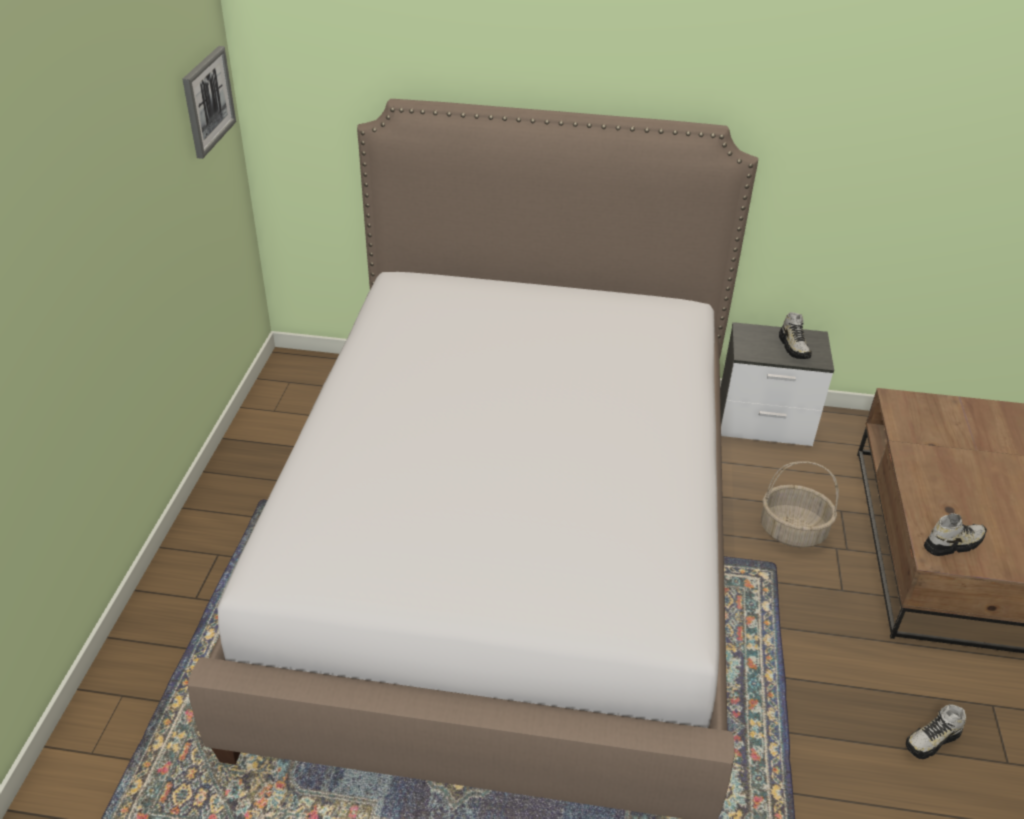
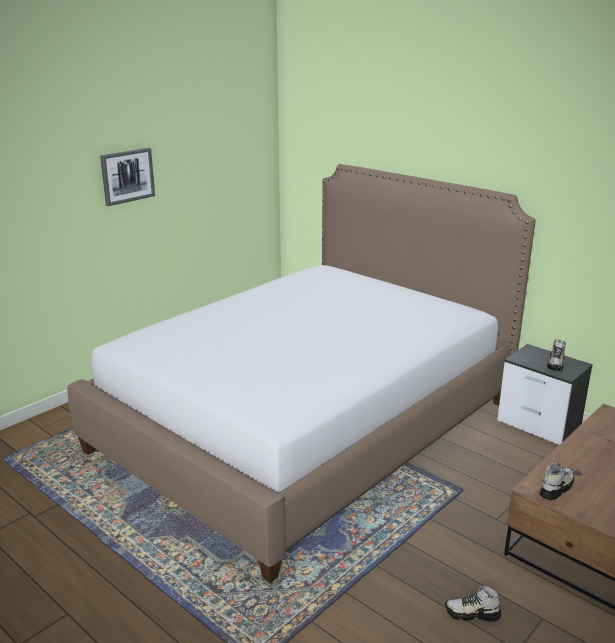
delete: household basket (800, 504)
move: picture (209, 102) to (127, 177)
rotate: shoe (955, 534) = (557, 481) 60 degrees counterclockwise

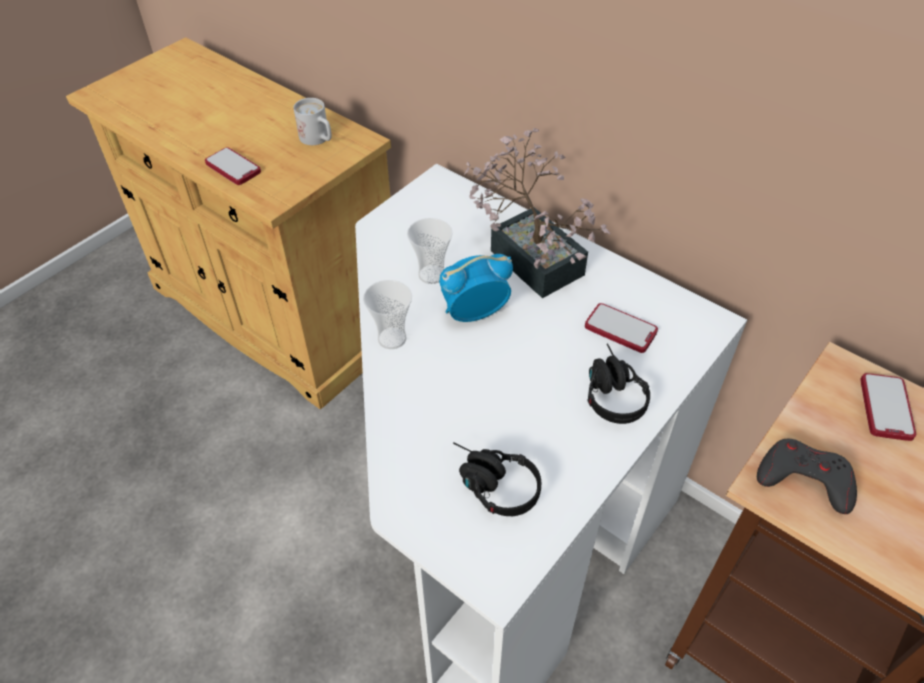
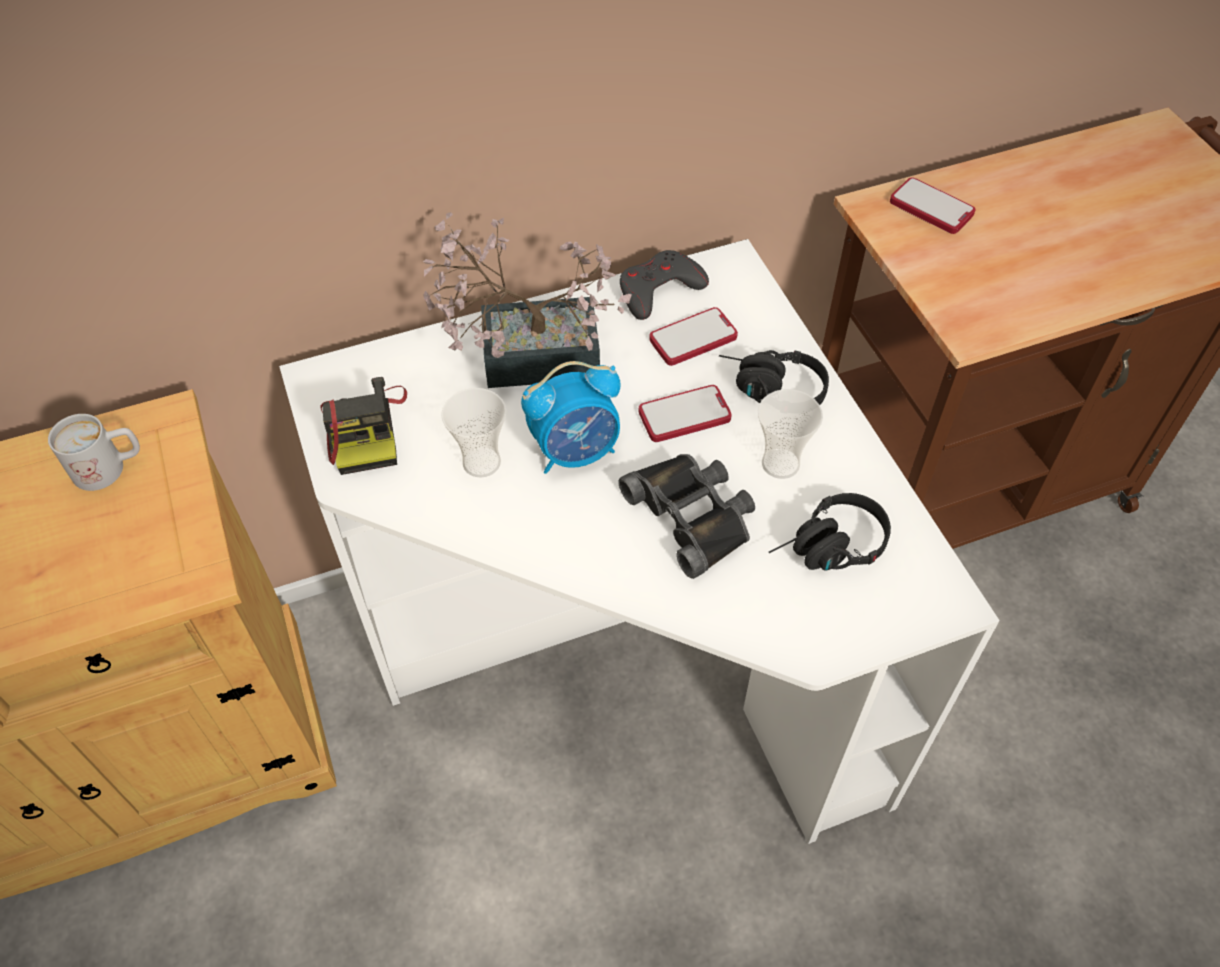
insert: photo camera (364, 426); binoculars (black-coloured) (686, 516)
move: phone (233, 166) to (685, 413); drinking cup (387, 314) to (790, 434); joypad (greyish) (807, 476) to (664, 285)
rotate: bedside clock (476, 288) = (571, 417) 120 degrees counterclockwise

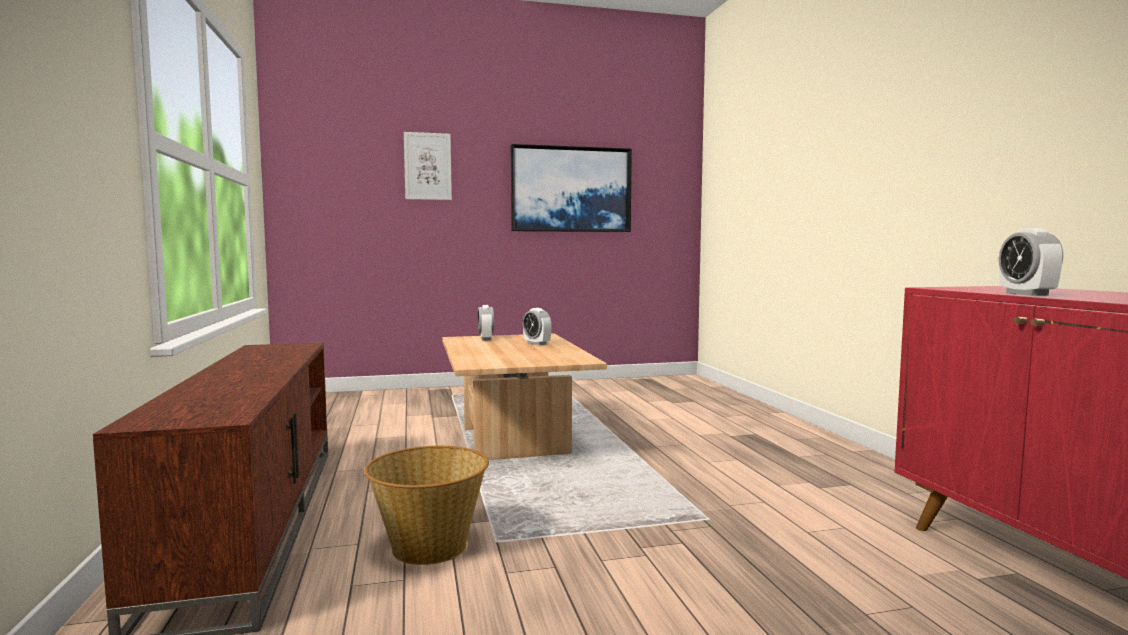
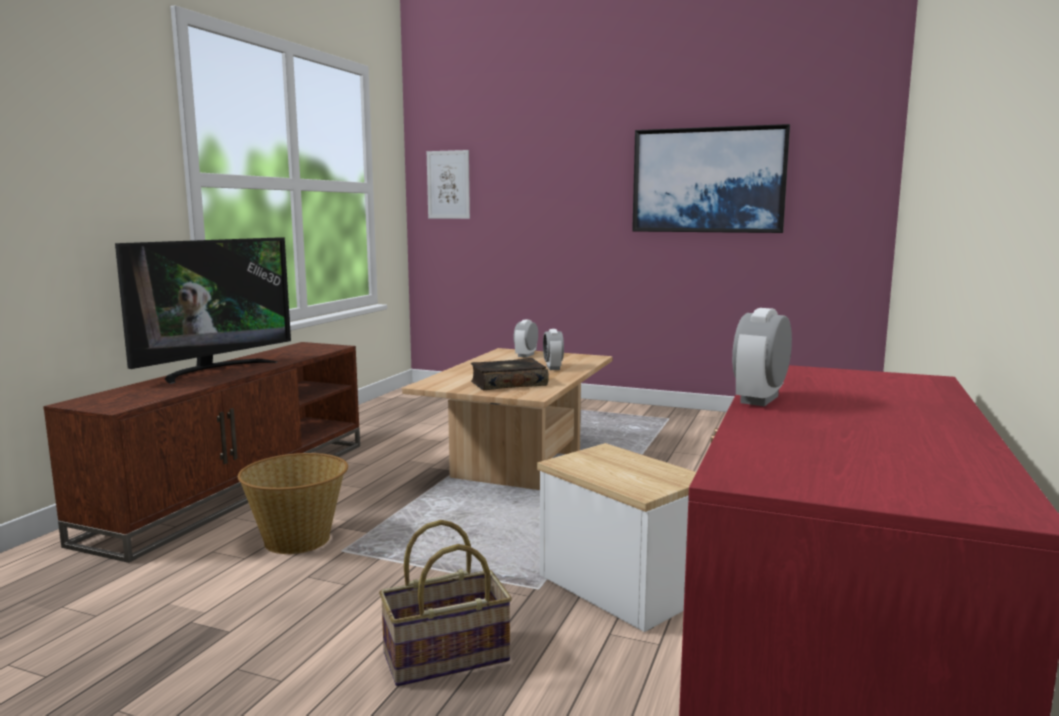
insert: TV set (203, 310); book (510, 374); accent table (616, 537); household basket (445, 603)
move: picture (428, 166) to (448, 184)

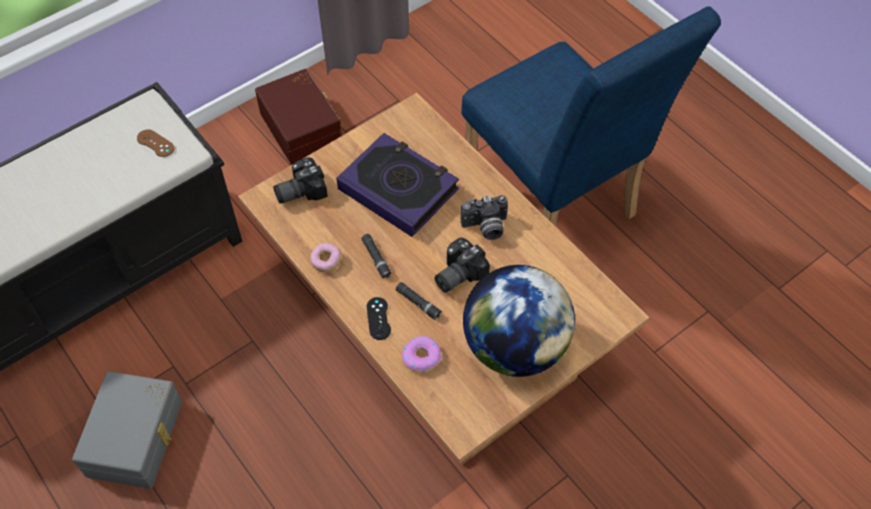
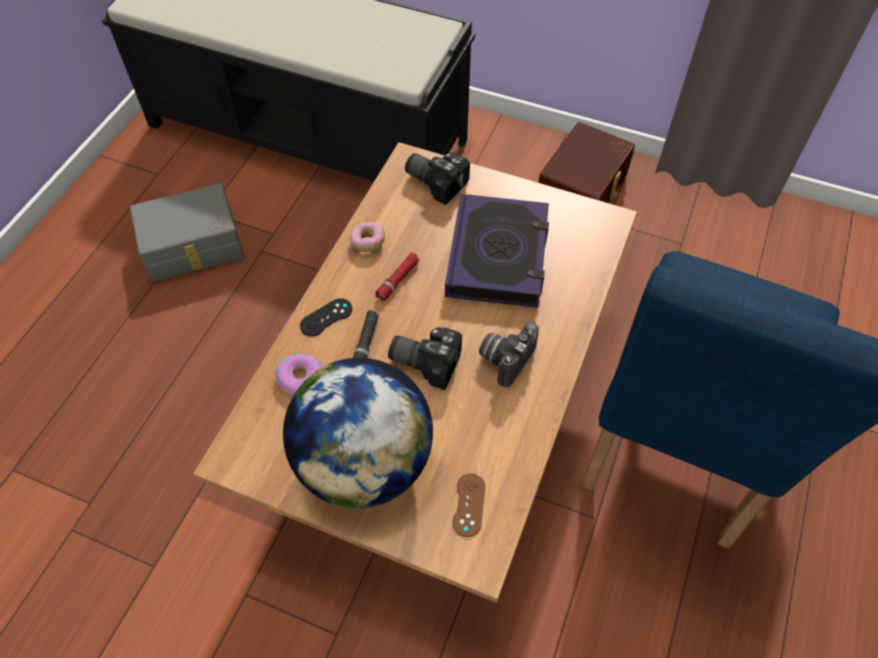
move: joypad (brownish) (155, 143) to (468, 505)
recolor: flashlight (black-coloured) (376, 256) to flashlight (red-coloured) (397, 277)
rotate: photo camera (484, 217) = (509, 354) 75 degrees clockwise

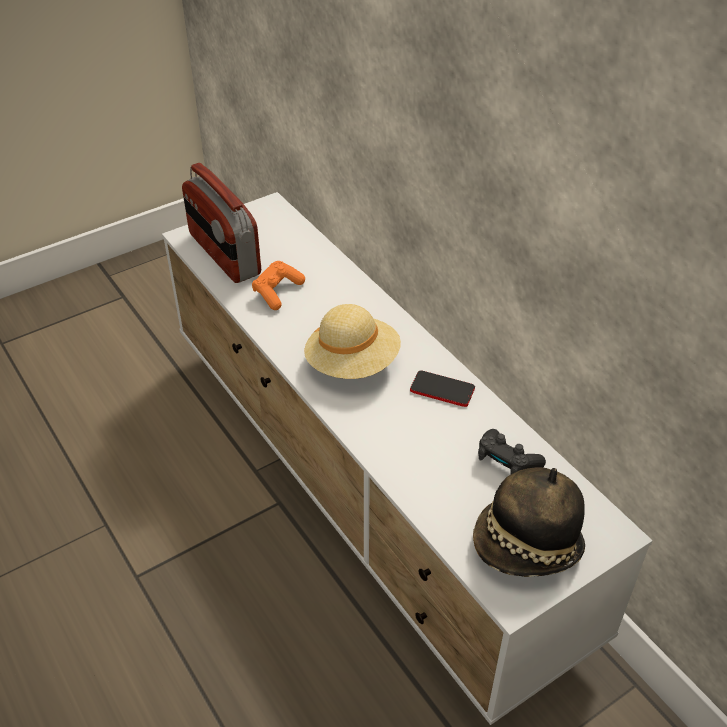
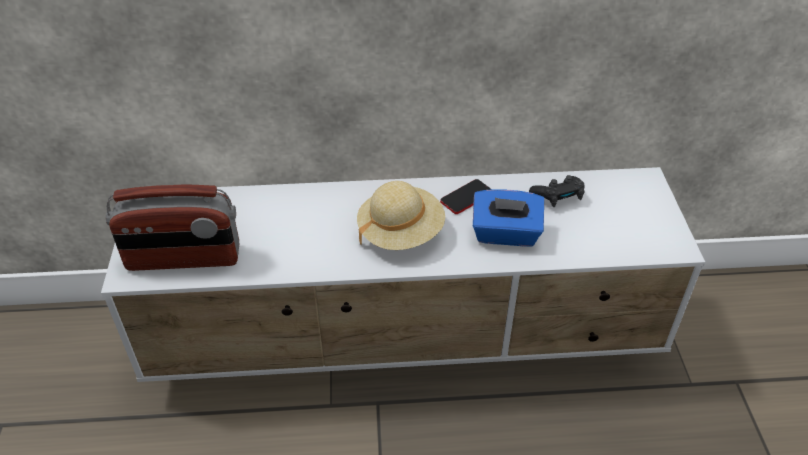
delete: joypad (orange-coloured) (278, 285); clothing hat (529, 522)
insert: tissue holder (bluish) (508, 217)

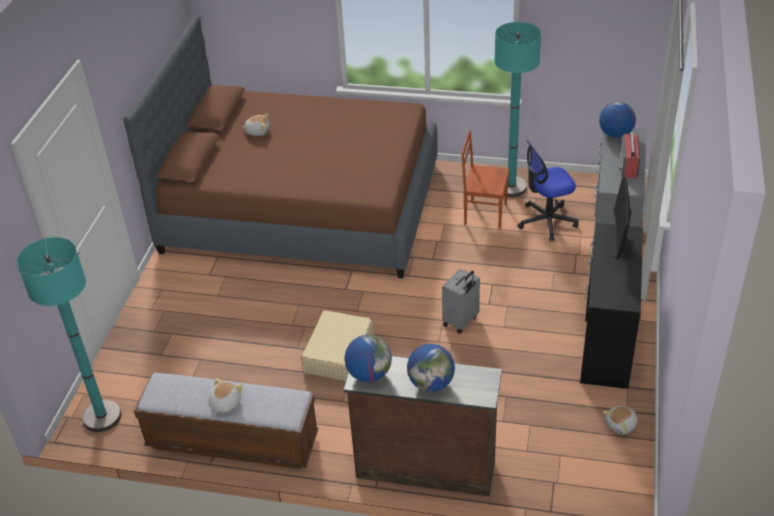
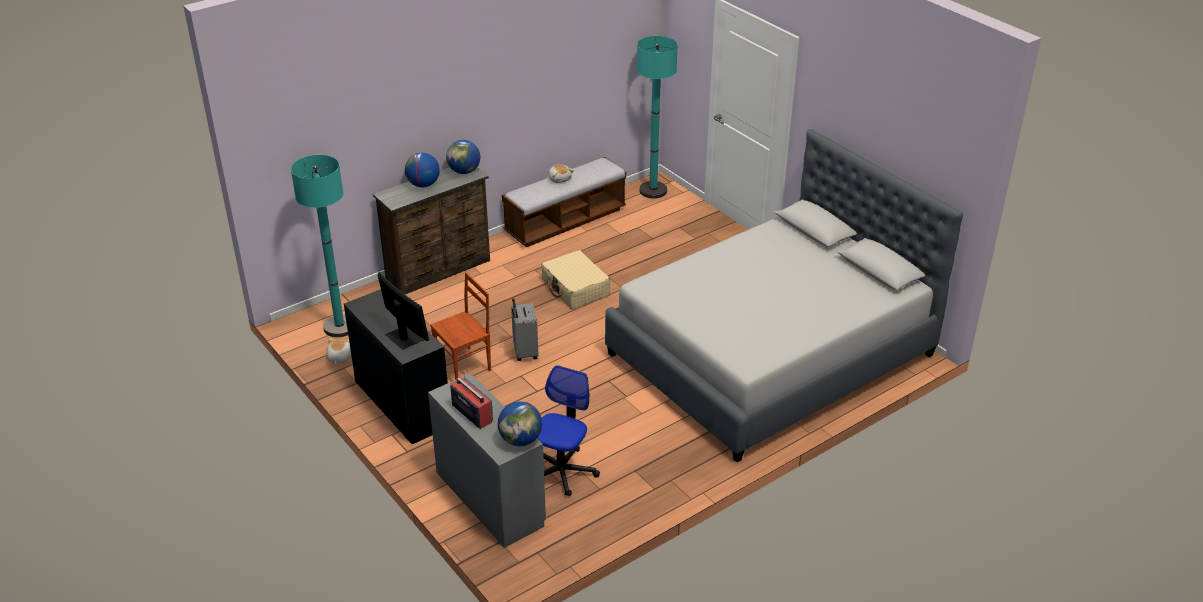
delete: soft toy (256, 124)
move: standard lamp (blue-green) (517, 109) to (319, 246); upright chair (brownish) (485, 179) to (460, 326)
recolor: bed (brownish) (280, 146) to bed (greyish) (784, 295)

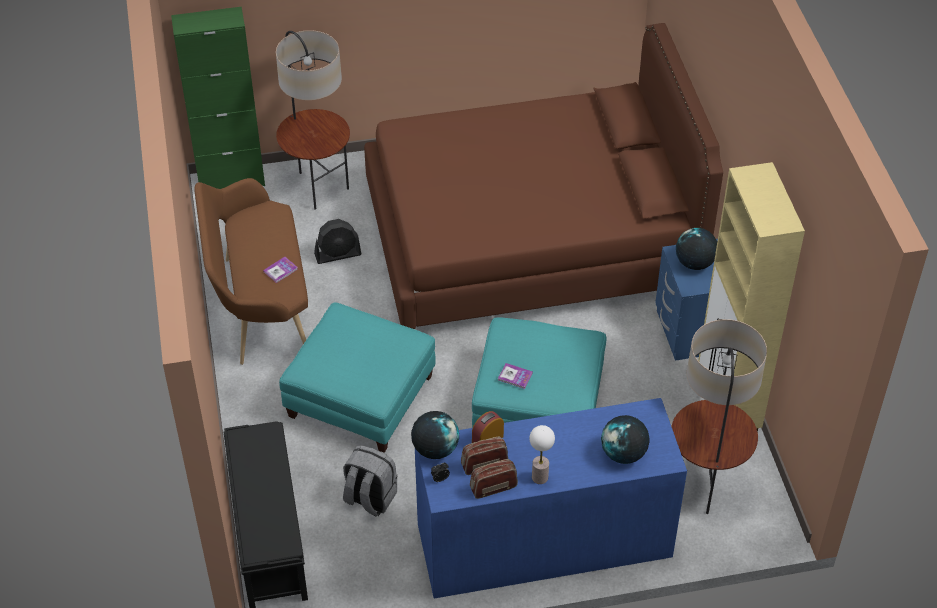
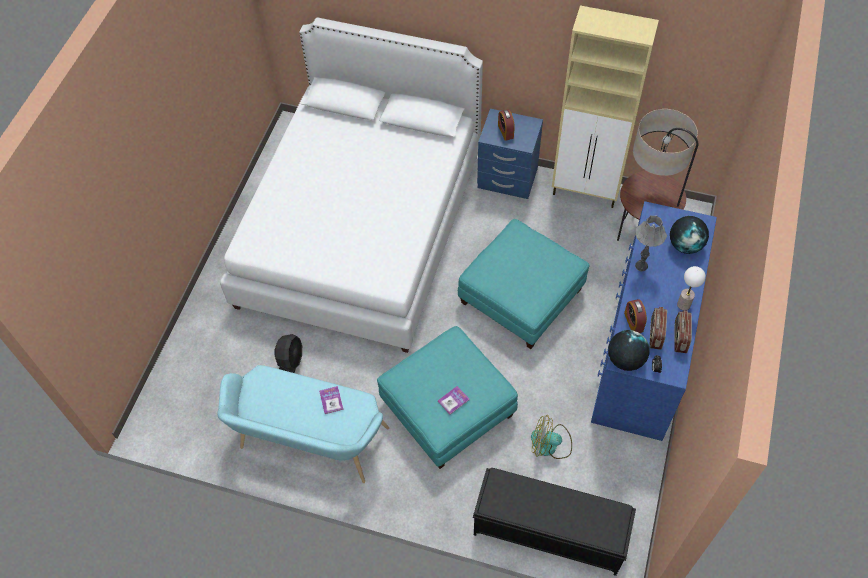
delete: cabinet (greenish) (218, 98); standard lamp (313, 120)
insert: lamp for a table (greyish) (651, 243)
move: book (515, 376) to (453, 400)
replace: world globe (696, 249) to bedside clock (506, 125); knapsack (greyish) (370, 480) to electric fan (551, 437)
recolor: bed (brownish) (543, 176) to bed (white) (351, 185); indoor bench (brownish) (251, 271) to indoor bench (blue-green) (303, 424)

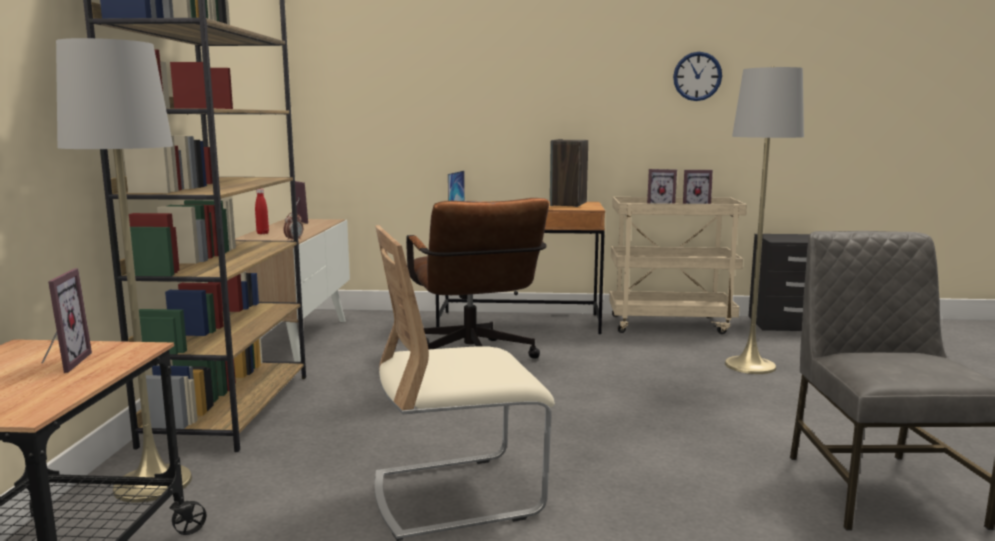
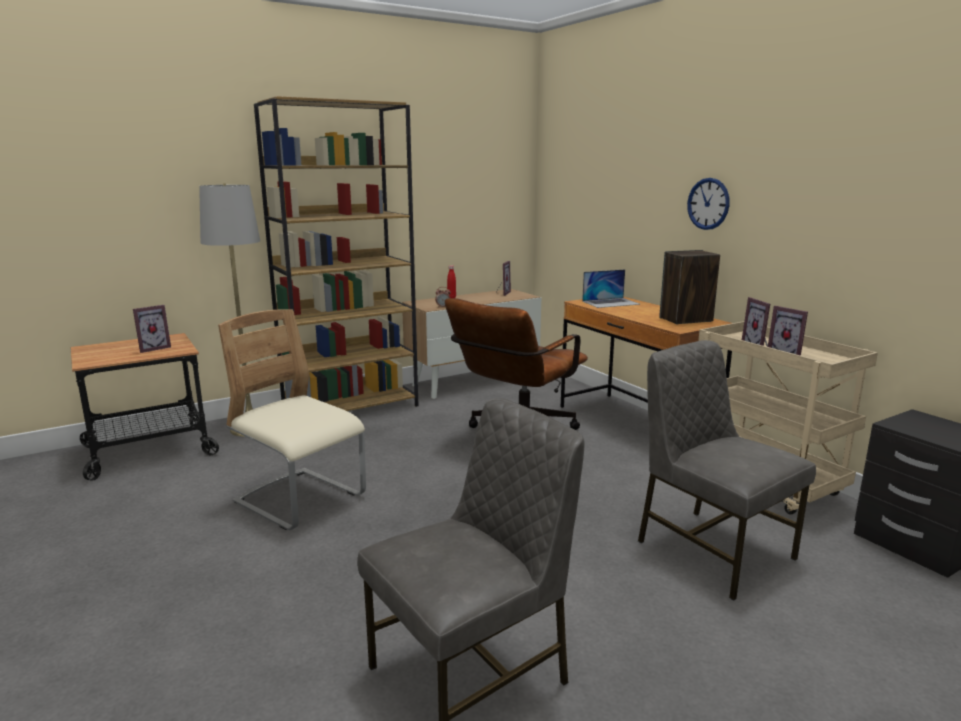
move: clock on the wall (697, 76) to (708, 204)
replace: standard lamp (greyish) (764, 220) to upright chair (greyish) (727, 470)

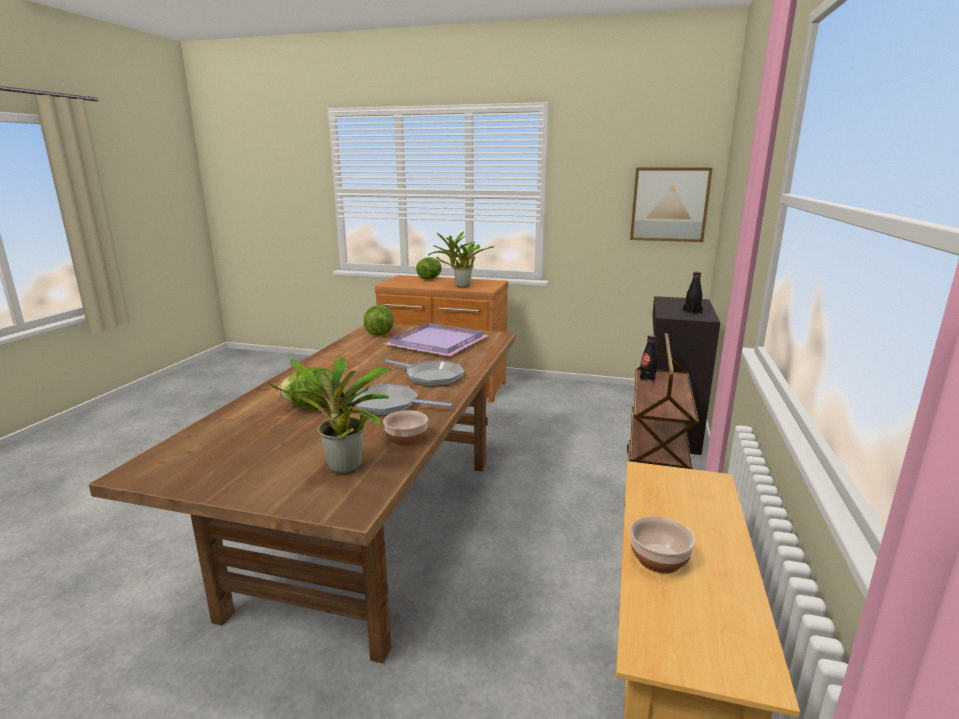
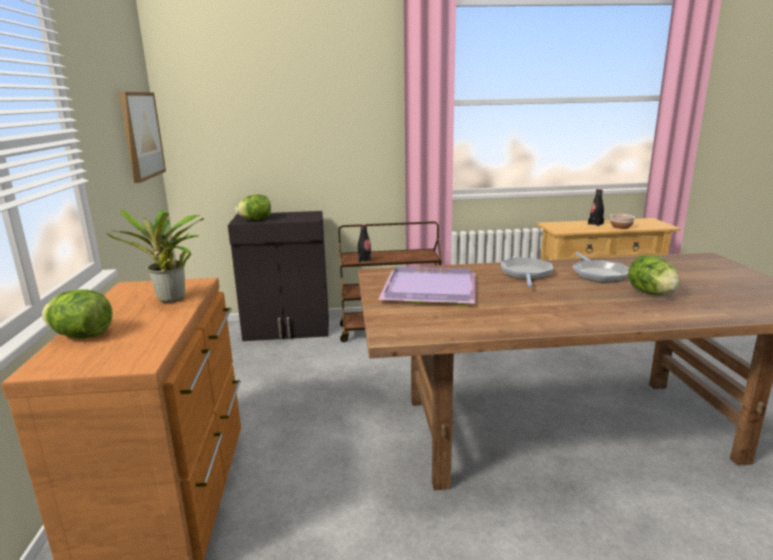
delete: houseplant (330, 416); deep dish (405, 428)
move: bottle (black-coloured) (693, 293) to (596, 207); head of lettuce (379, 320) to (253, 207)

